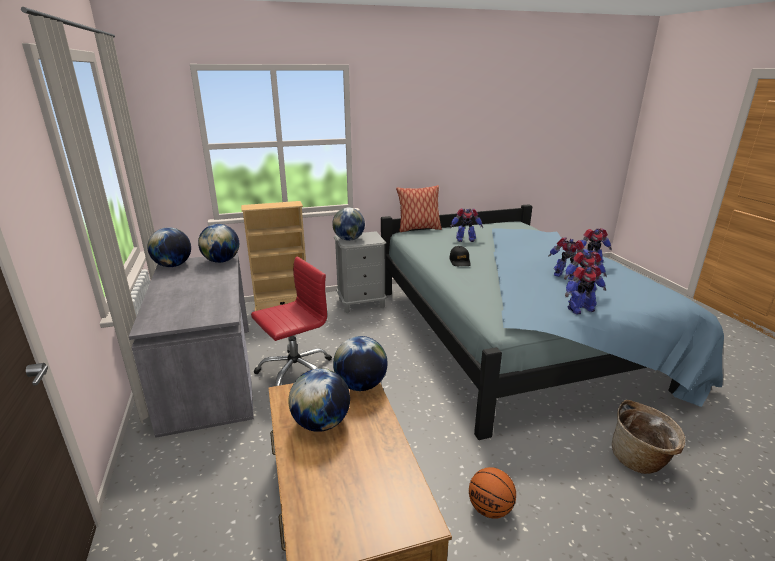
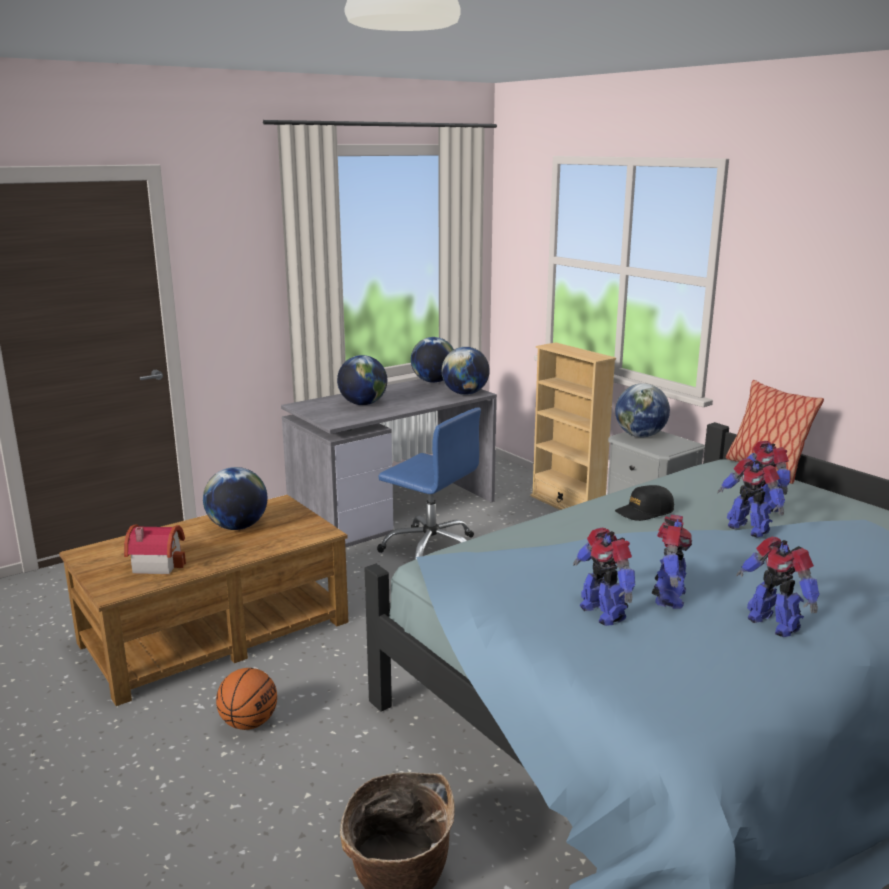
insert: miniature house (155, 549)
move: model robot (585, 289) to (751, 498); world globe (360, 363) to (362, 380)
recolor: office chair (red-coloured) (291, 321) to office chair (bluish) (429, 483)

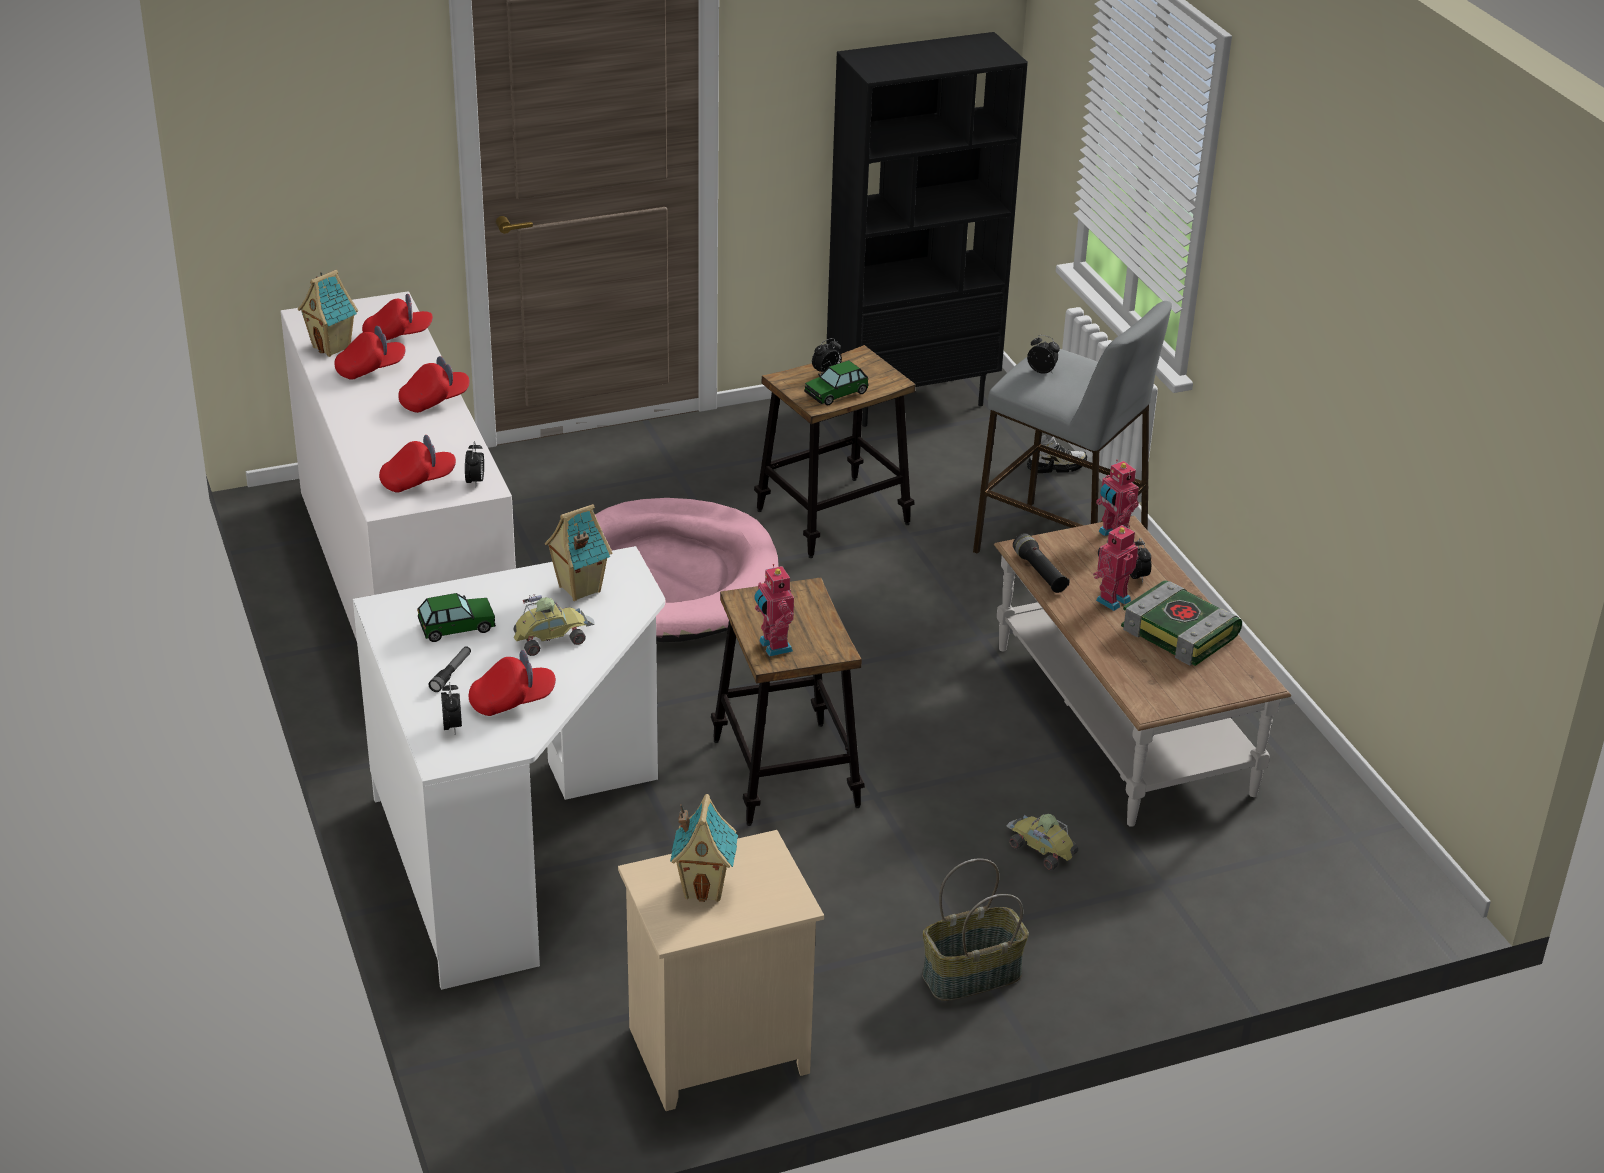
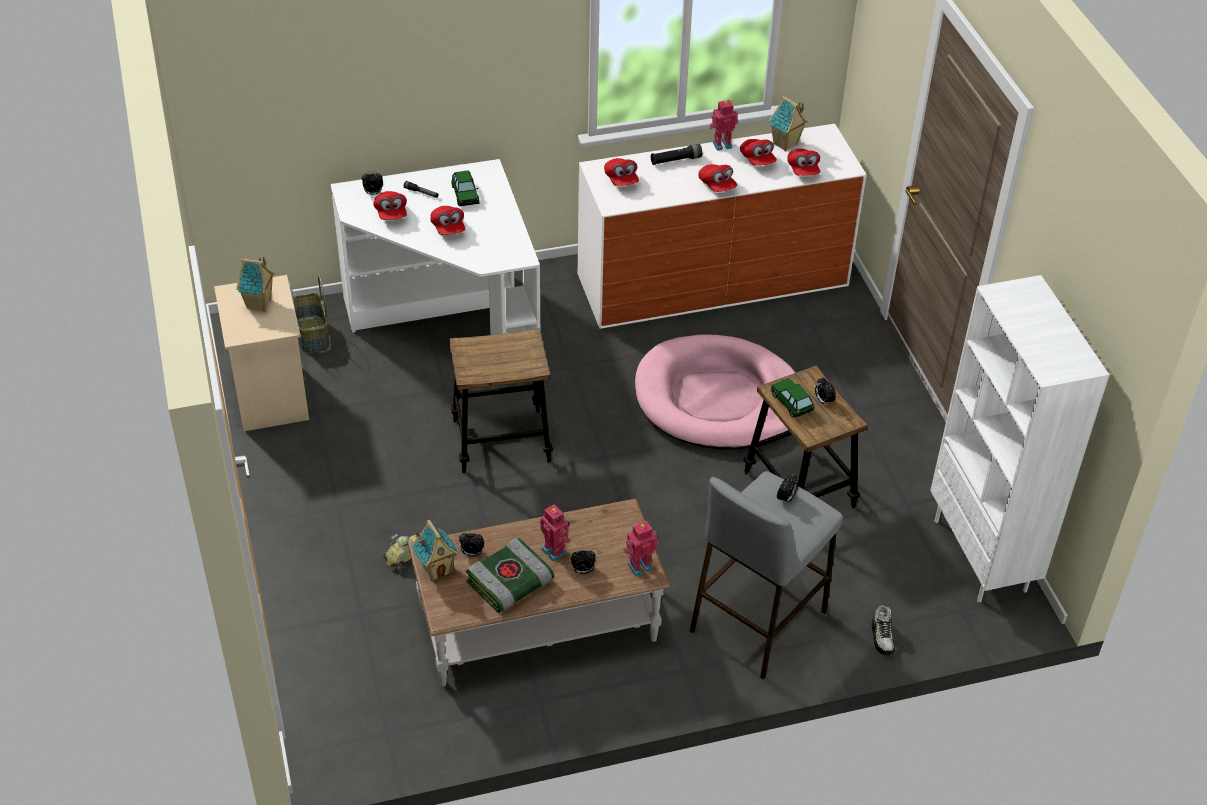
move: bedside clock (474, 464) to (471, 544); miniature house (578, 552) to (435, 550); flashlight (black-coloured) (1041, 563) to (676, 154); model robot (774, 610) to (724, 125); household basket (975, 930) to (309, 314)
replace: toy car (554, 625) to peaked cap (red-coloured) (447, 220)
recolor: shelving unit (black-coloured) (927, 229) to shelving unit (white) (1019, 438)

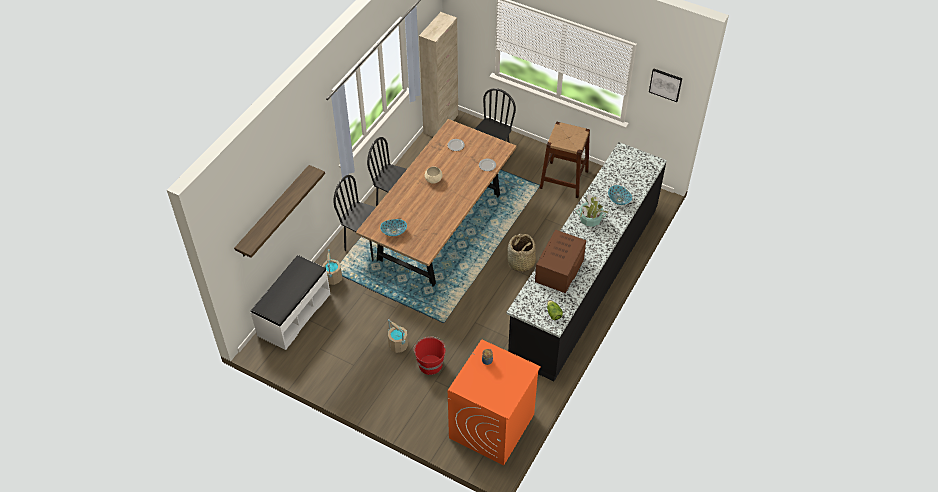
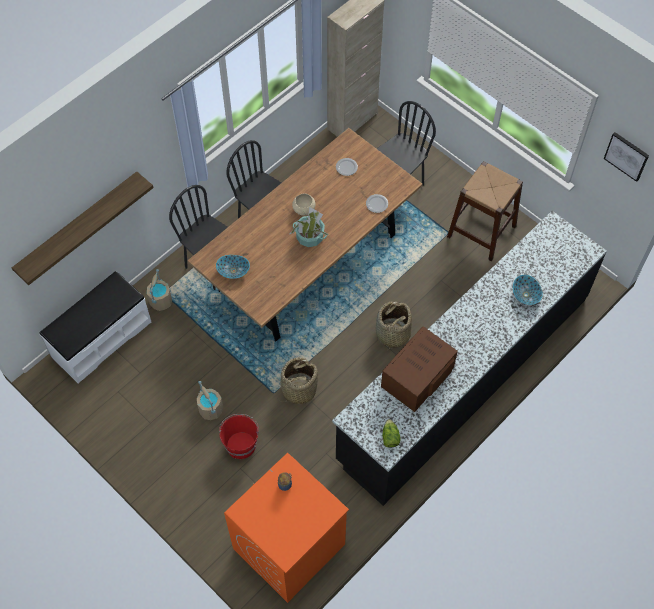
insert: household basket (299, 380)
move: houseplant (592, 210) to (309, 227)

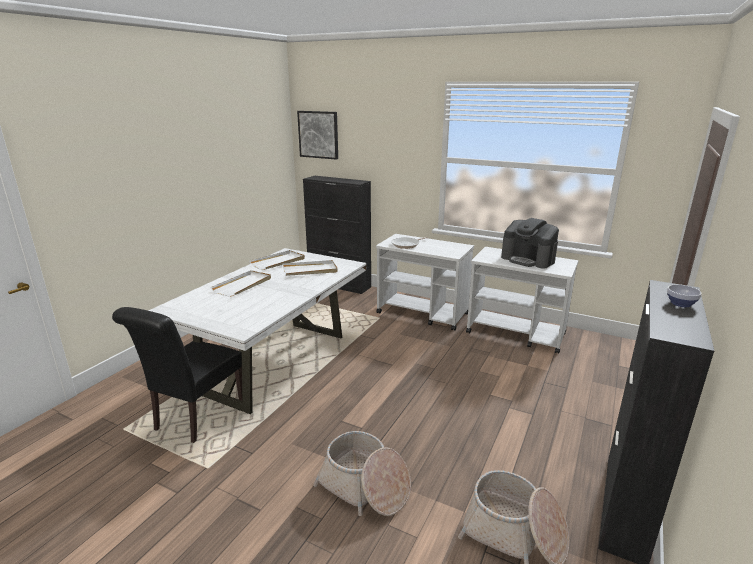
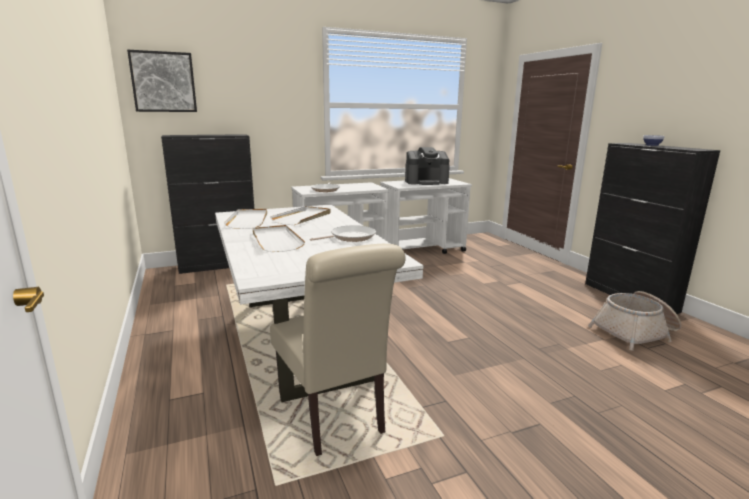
delete: household basket (362, 473)
insert: frying pan (343, 233)
recolor: upright chair (black-coloured) (177, 375) to upright chair (sand-coloured) (338, 350)

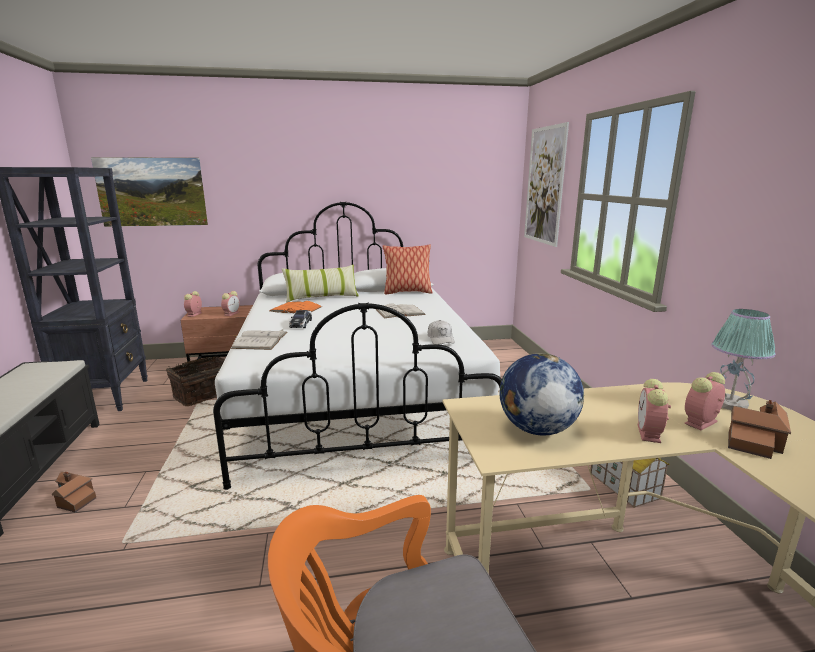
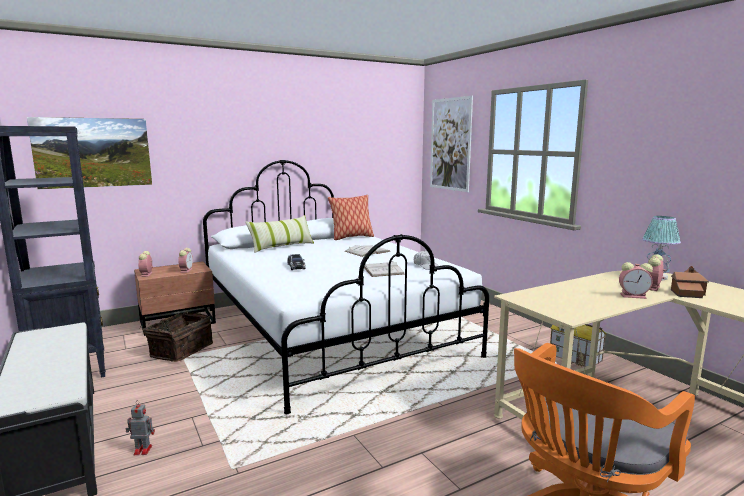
delete: book (orange-coloured) (295, 307); world globe (541, 394)
move: book (white) (259, 339) to (384, 269)
replace: miniature house (74, 492) to model robot (140, 427)
rotate: bedside clock (654, 411) = (636, 280) 75 degrees counterclockwise

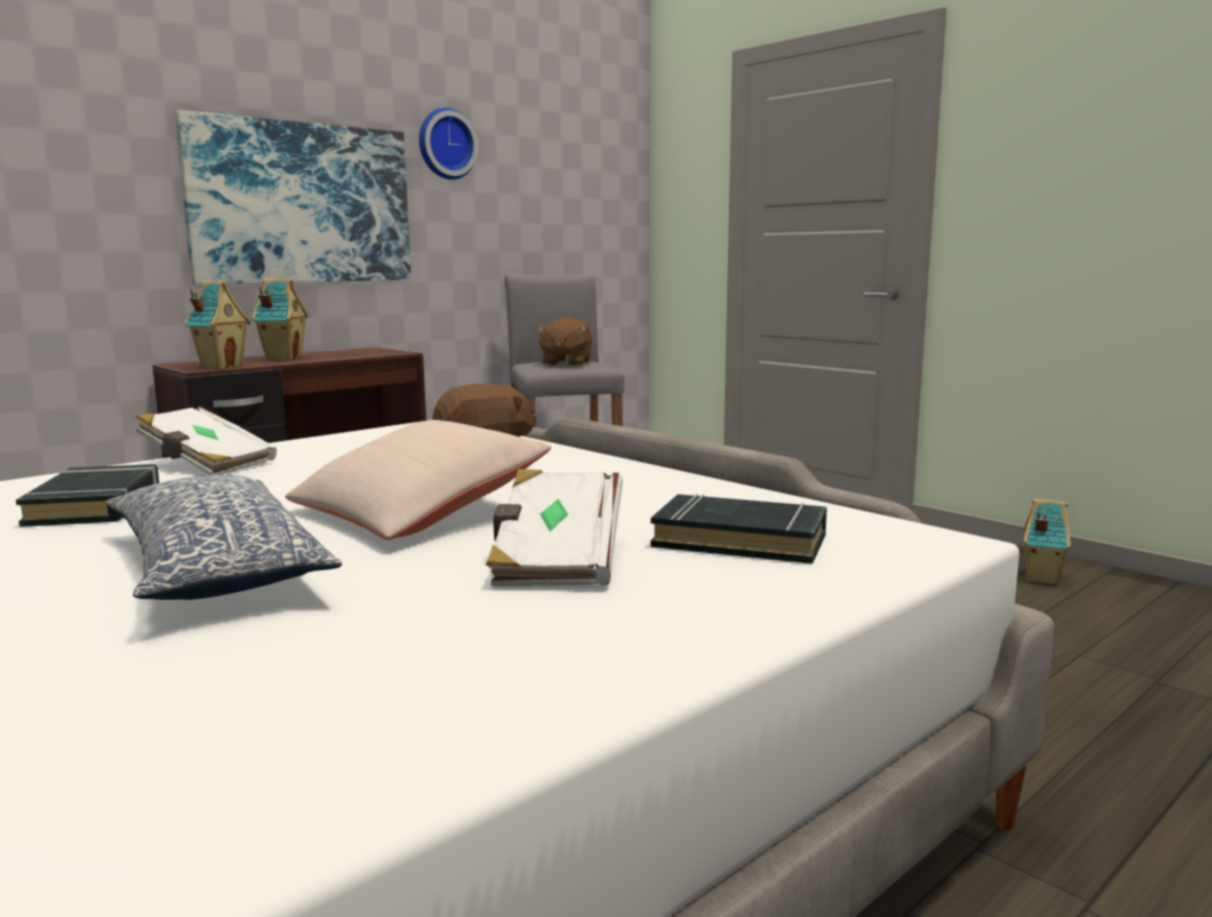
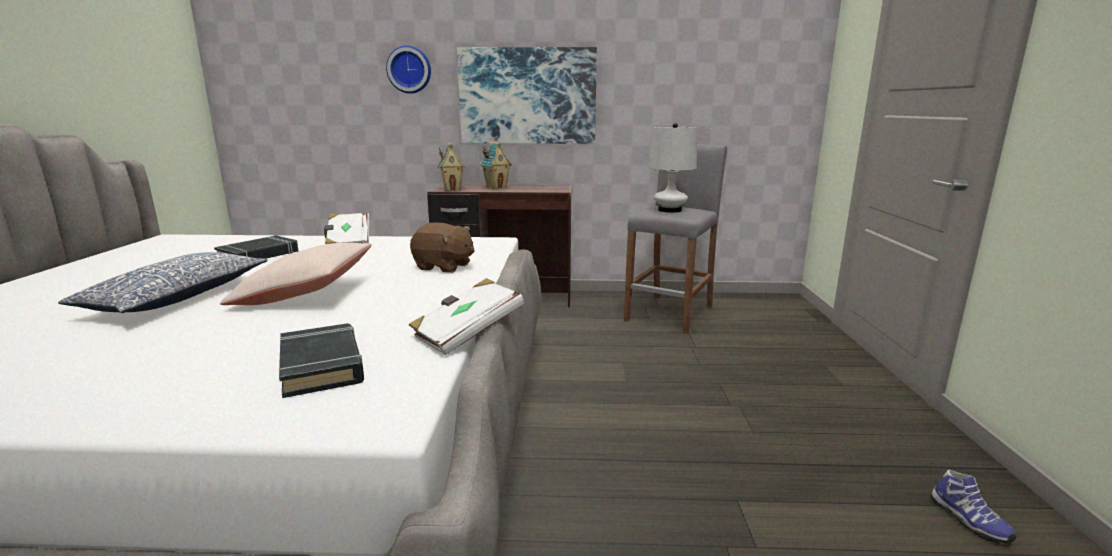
move: clock on the wall (448, 144) to (408, 69); book (white) (554, 527) to (466, 316)
replace: soft toy (brownish) (564, 341) to lamp for a table (white) (673, 168); miniature house (1046, 542) to shoe (974, 506)

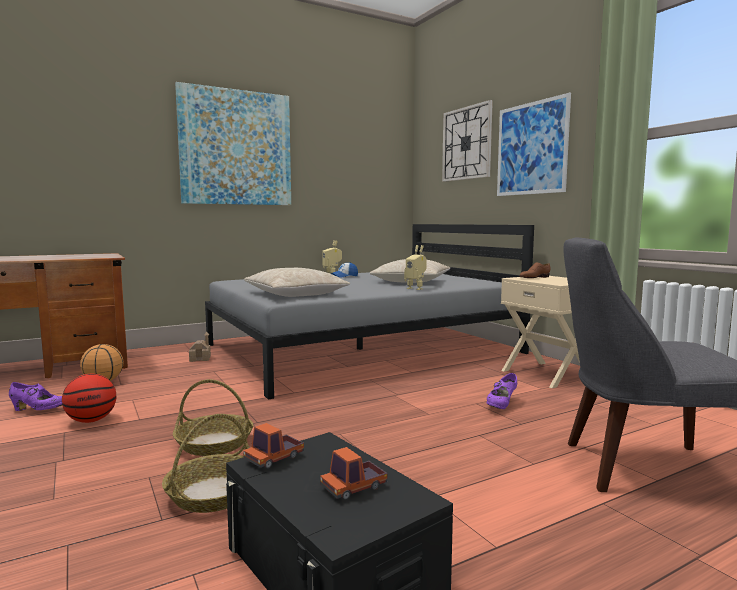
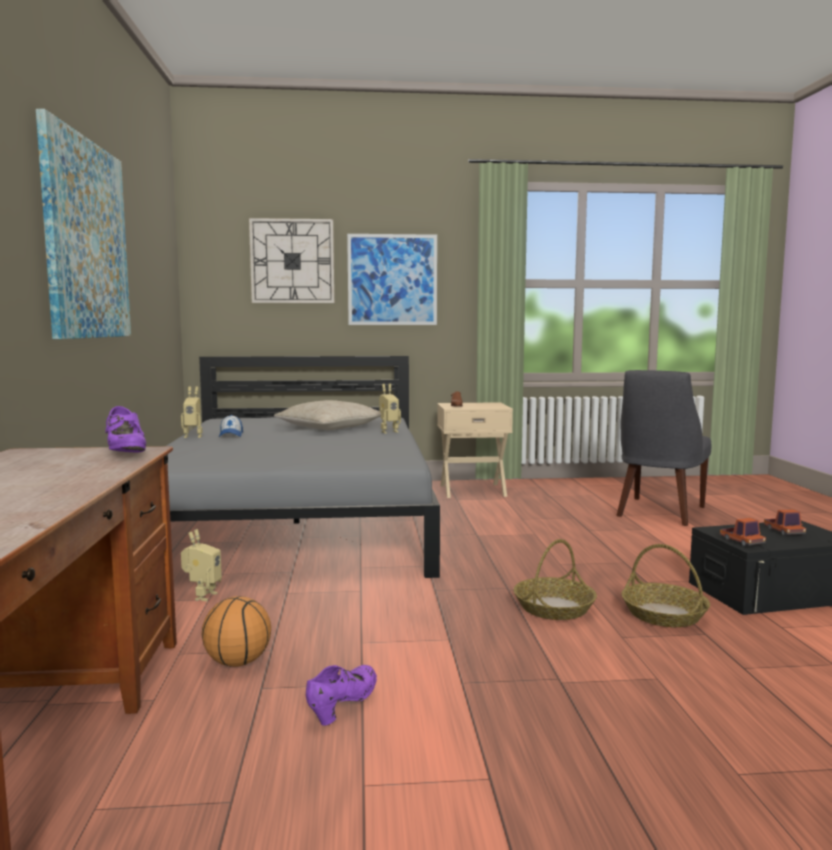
delete: pillow (sand-coloured) (297, 282); ball for basketball (89, 398)
move: shoe (purplish) (502, 391) to (126, 429)
replace: miniature house (200, 347) to model robot (201, 565)

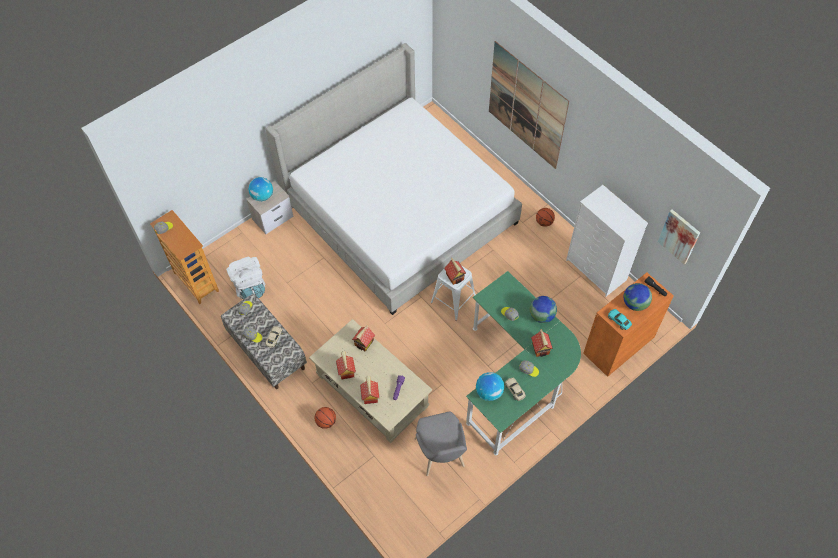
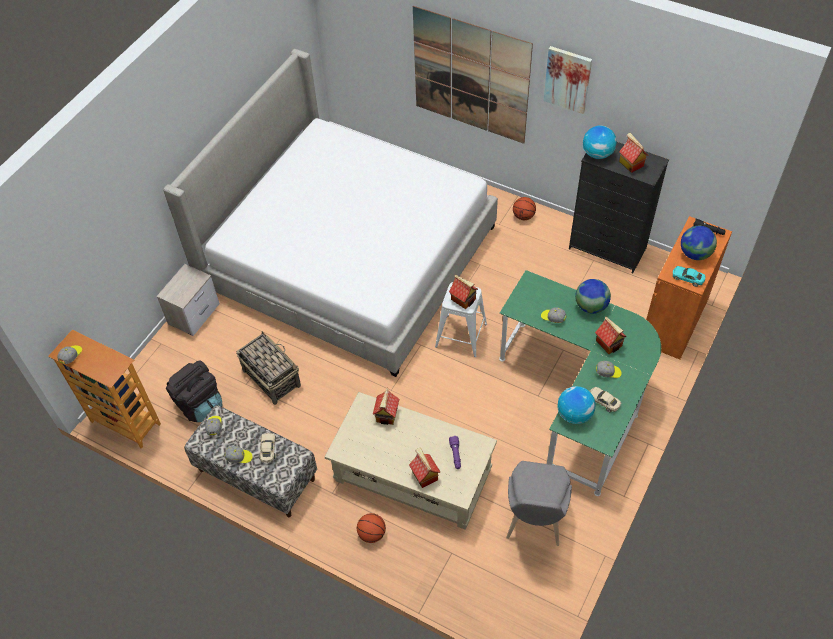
insert: household basket (268, 368)
move: world globe (261, 189) to (600, 142); picture (679, 237) to (567, 80); miniature house (346, 365) to (633, 153)
recolor: dresser (white) (607, 240) to dresser (black-coloured) (619, 207); knapsack (white) (245, 278) to knapsack (black-coloured) (194, 391)
rotate: upright chair (greyish) (440, 443) = (539, 503) 45 degrees clockwise

